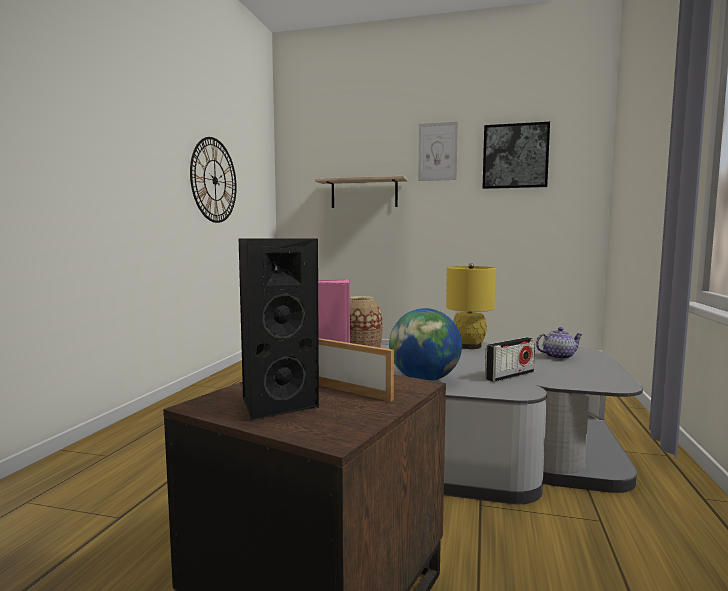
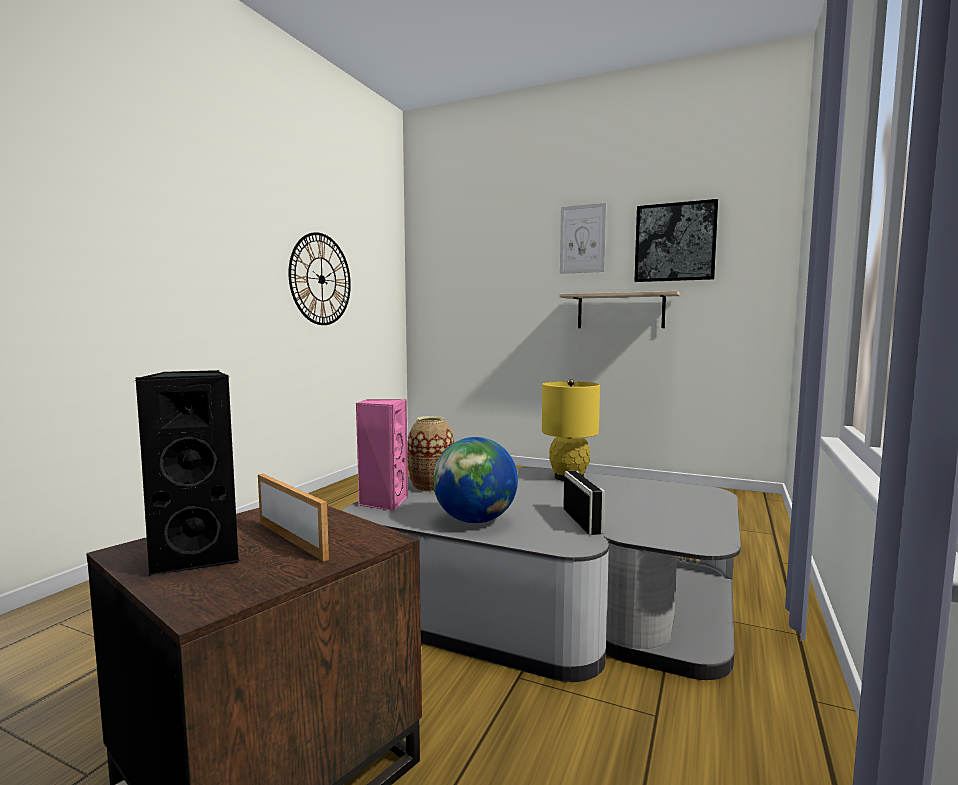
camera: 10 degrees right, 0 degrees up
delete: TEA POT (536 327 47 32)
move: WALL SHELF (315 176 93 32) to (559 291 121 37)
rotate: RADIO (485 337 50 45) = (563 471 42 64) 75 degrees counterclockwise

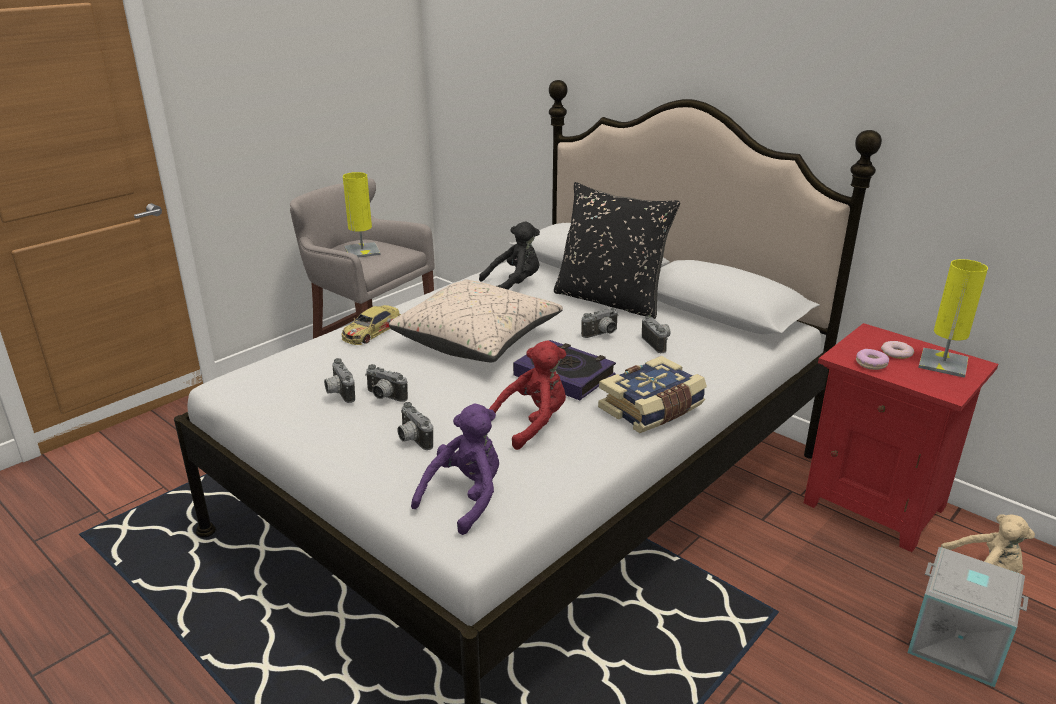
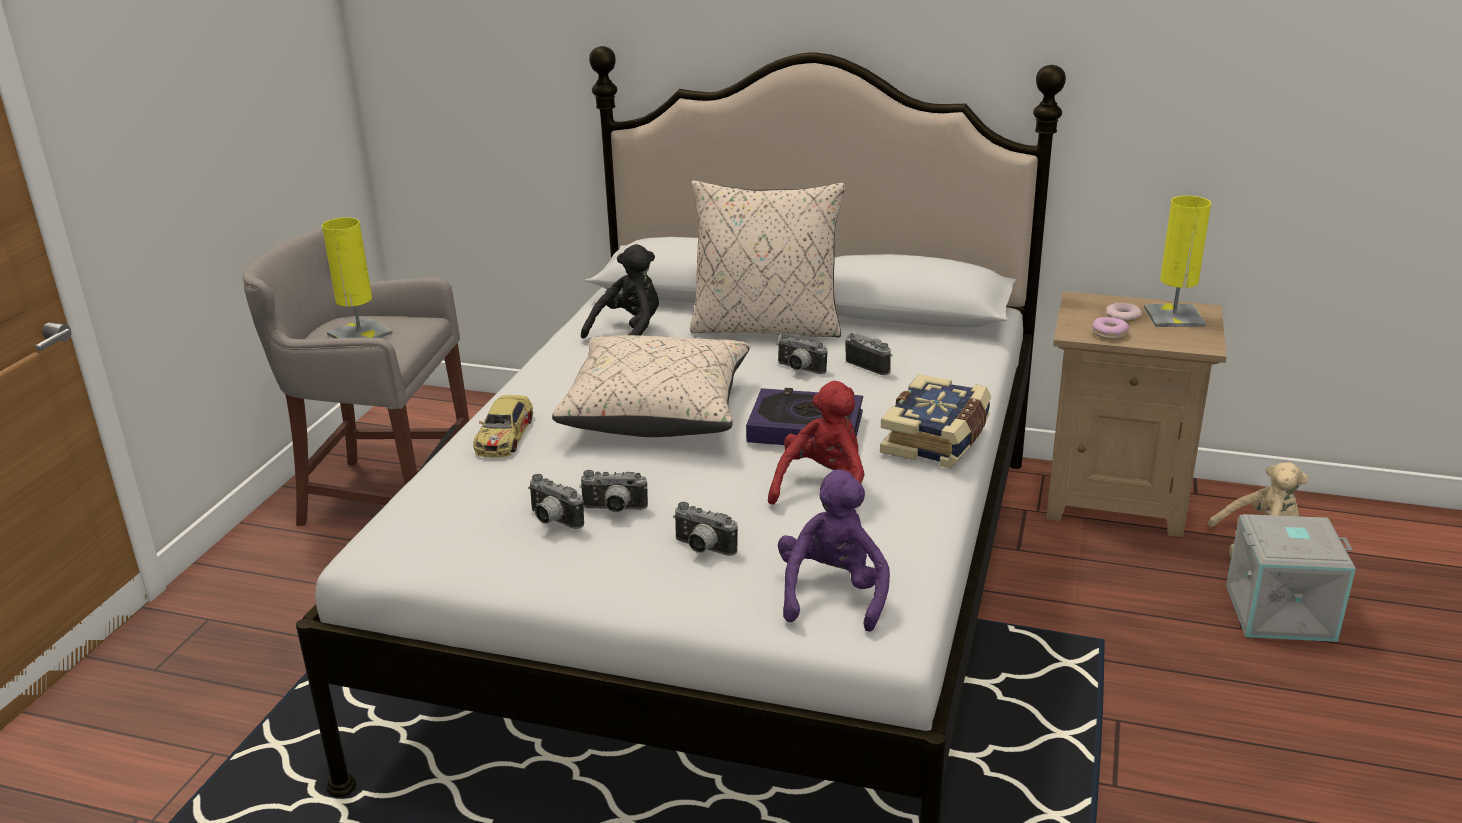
camera: 25 degrees left, 0 degrees up
recolor: BLACK CUSHION (554 182 126 137) to BEIGE-COLOURED CUSHION (690 180 155 157); REDDISH NIGHTSTAND (804 323 194 229) to BEIGE-COLOURED NIGHTSTAND (1046 292 180 245)
rotate: PHOTO CAMERA (581 307 38 31) = (777 333 51 41) 90 degrees clockwise

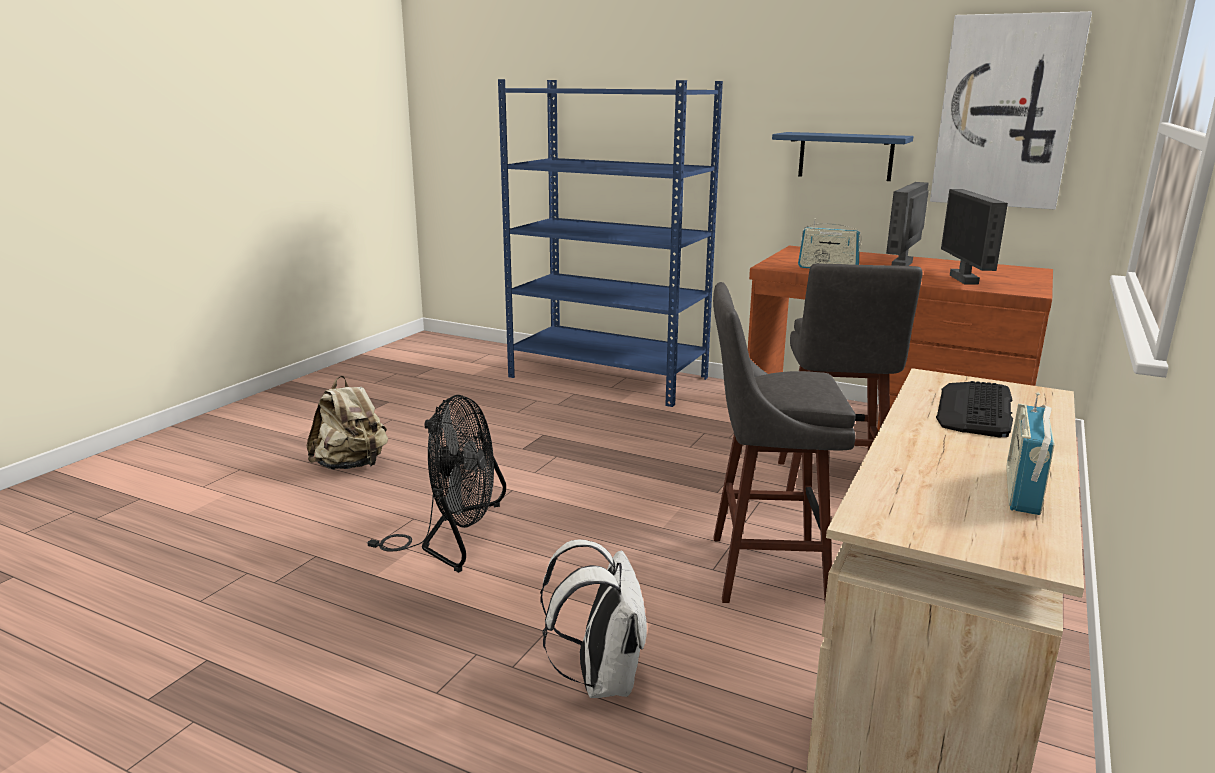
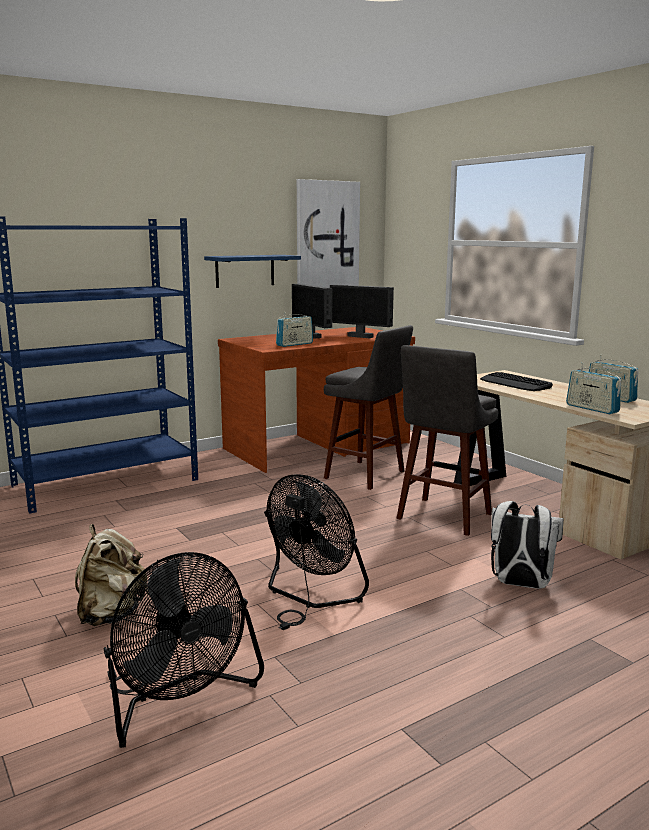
camera: 60 degrees left, 5 degrees down
insert: RADIO (566 363 55 51); BLACK COOLING FAN (104 552 160 196)

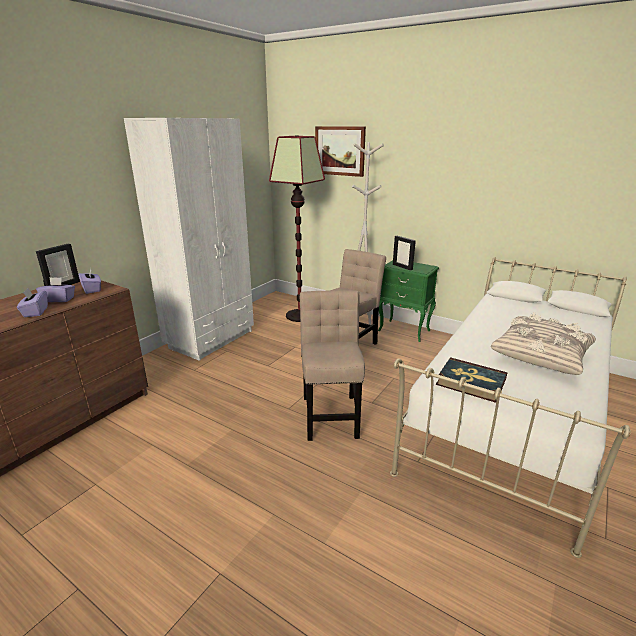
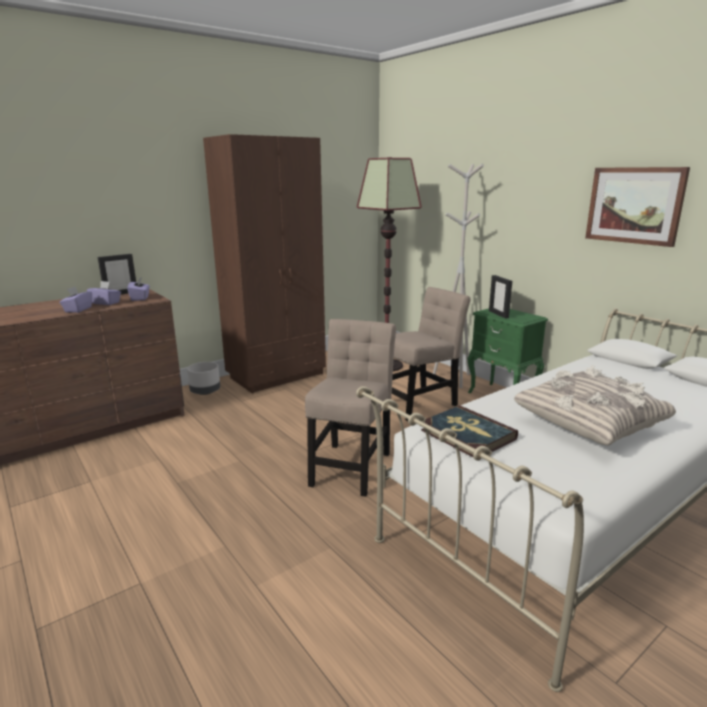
camera: 20 degrees right, 5 degrees down
insert: GRAY PLANT POT (187 362 33 33)
move: WALL ART (315 126 51 51) to (585 167 105 80)
recolor: WHITE CLOTHES CUPBOARD (124 118 130 243) to BROWN CLOTHES CUPBOARD (203 134 123 259)

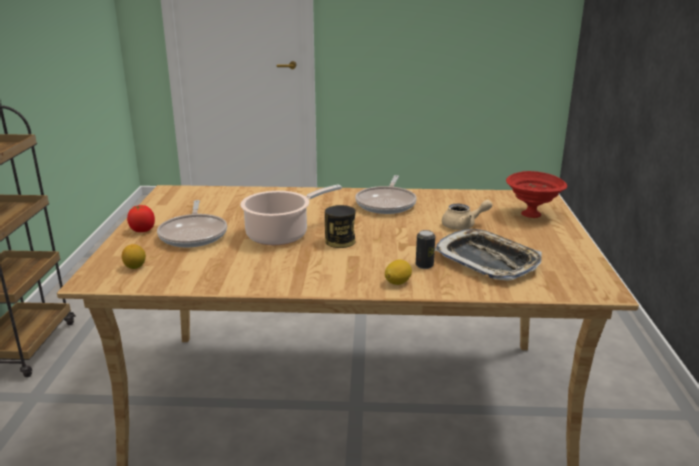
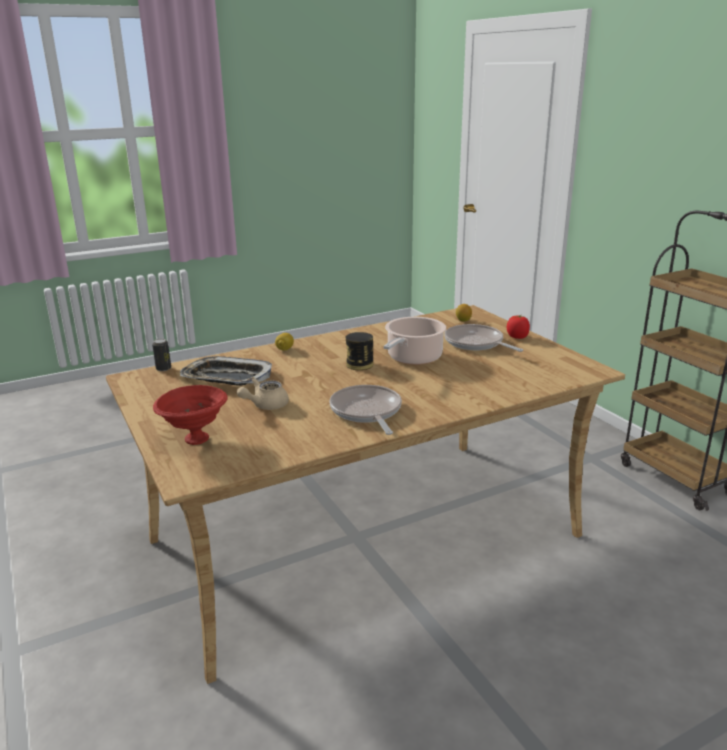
camera: 150 degrees right, 0 degrees up
move: SEALED CAN (416 230 19 39) to (152 339 19 32)

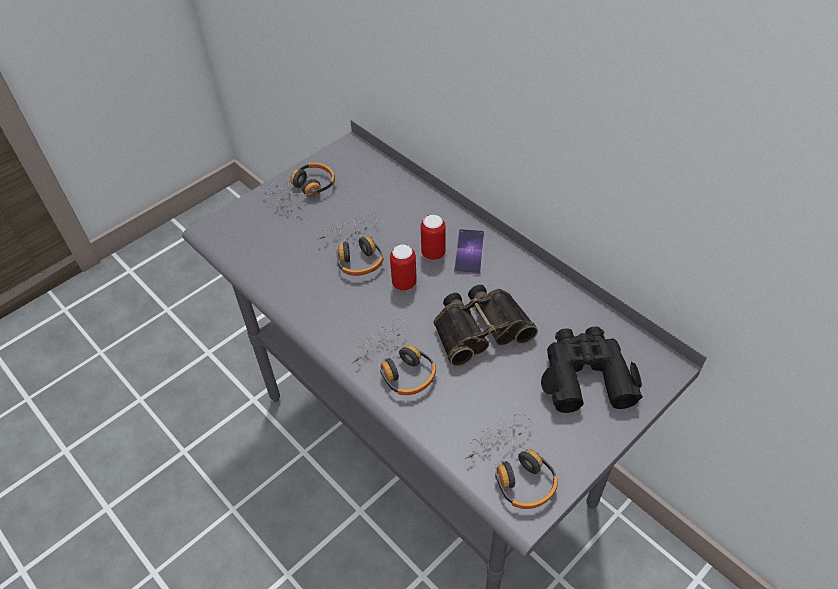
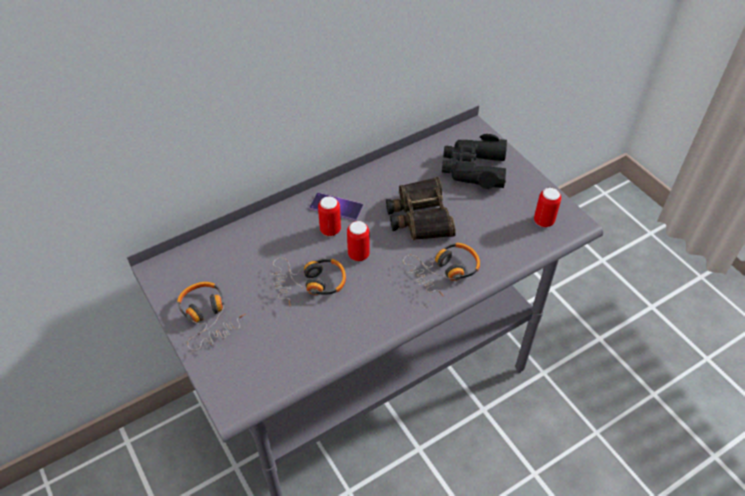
camera: 80 degrees left, 0 degrees up
replace: PAIR OF HEADPHONES (465 413 93 96) to SEALED CAN (534 188 27 39)

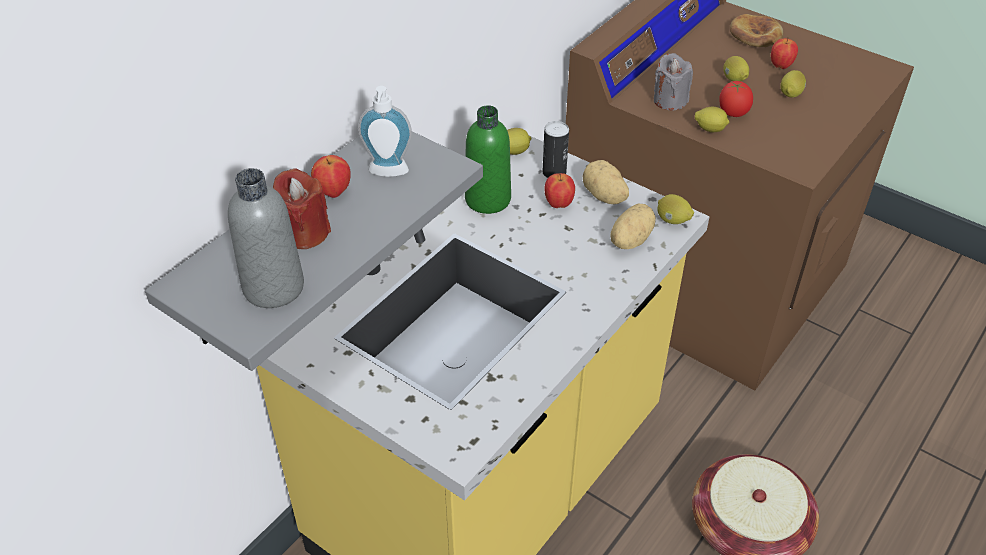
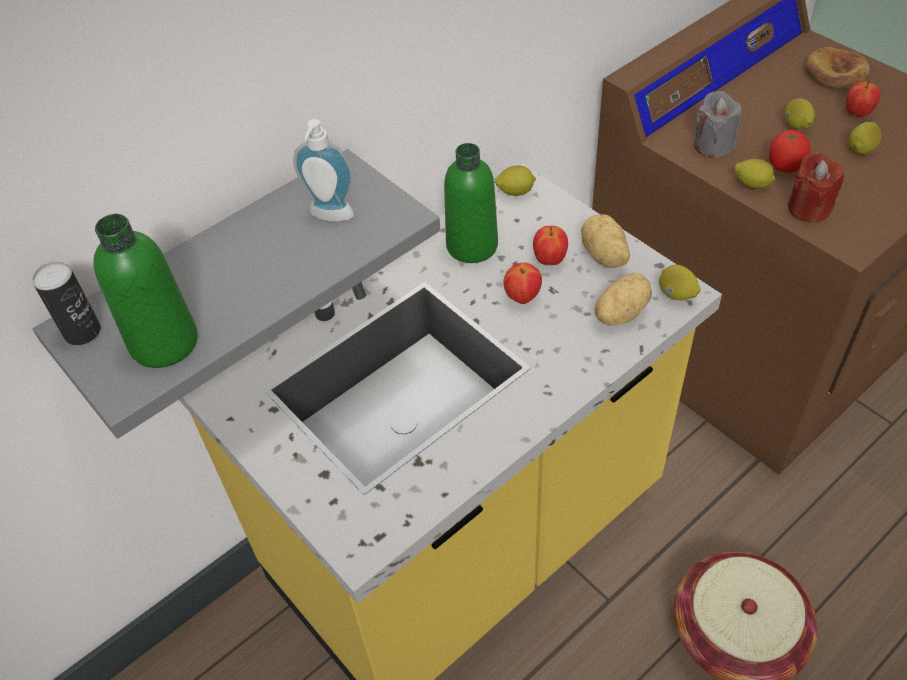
camera: 15 degrees right, 5 degrees up
move: SEALED CAN (542 121 27 57) to (32 261 69 84); APPLE (311 155 40 43) to (503 263 39 41); REDDISH CANDLE (273 168 58 81) to (788 152 56 71)
recolor: GRAY BEVERAGE BOTTLE (228 168 76 140) to GREEN-COLOURED BEVERAGE BOTTLE (94 214 104 154)

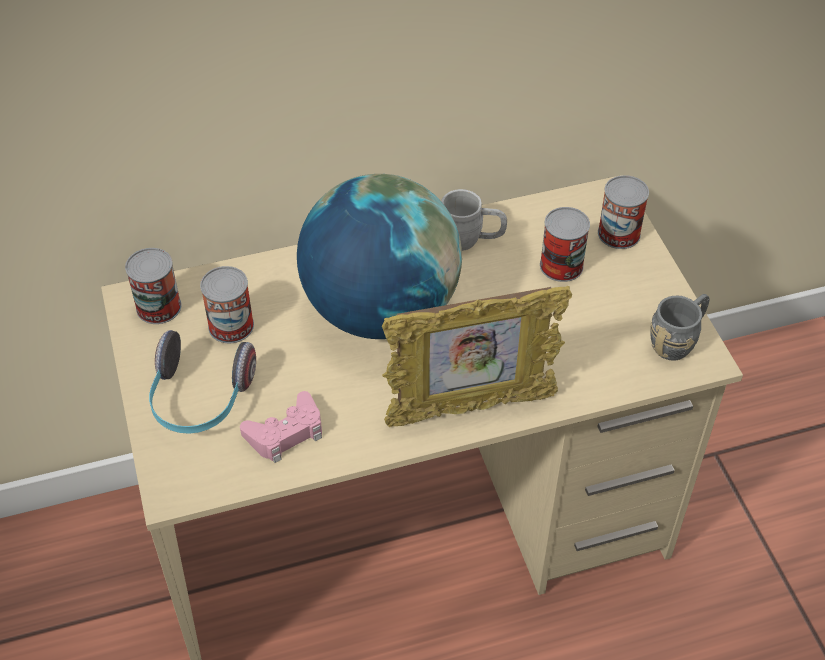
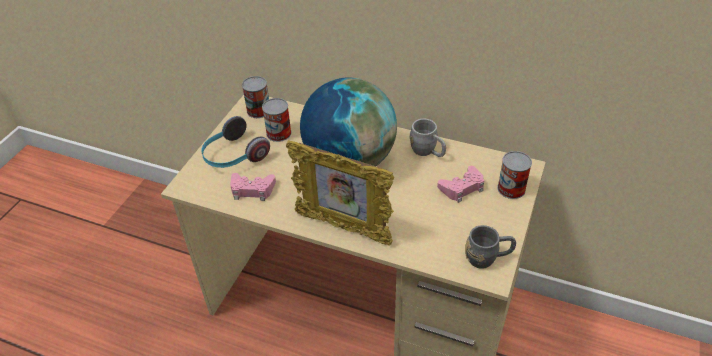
camera: 40 degrees right, 5 degrees down
replace: SEALED CAN (540 207 50 75) to PINKISH GAME CONTROLLER (437 166 47 37)

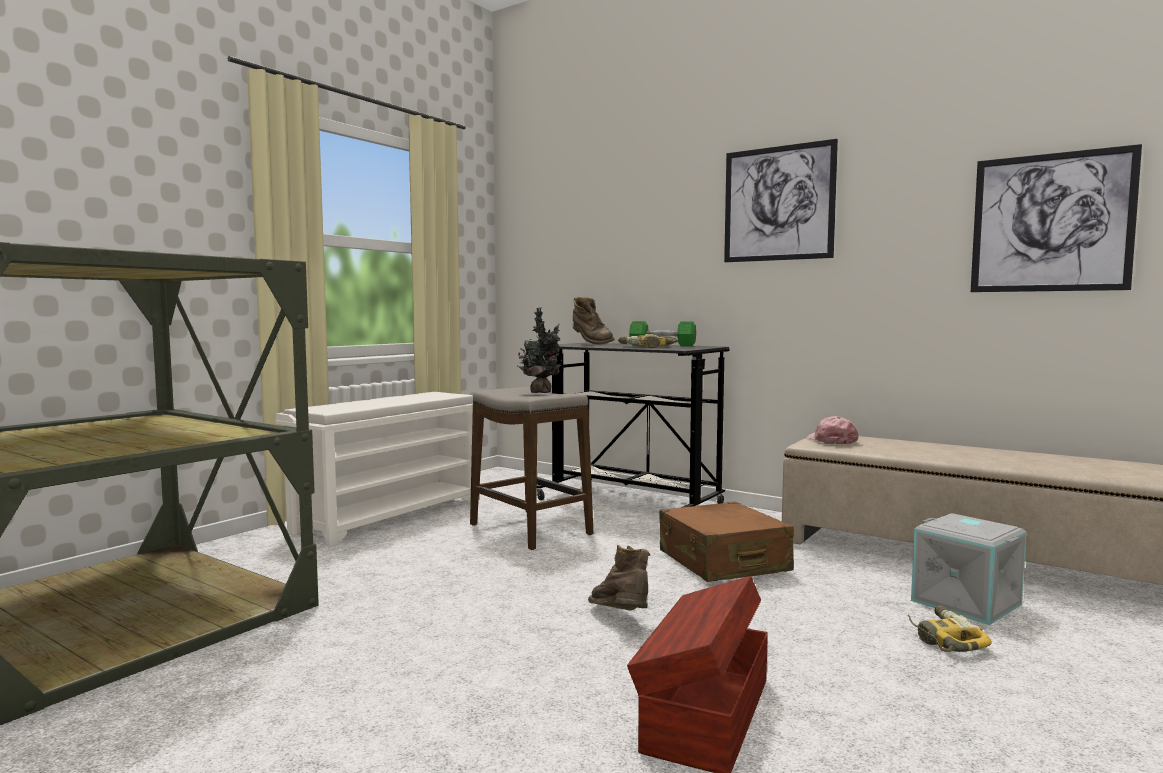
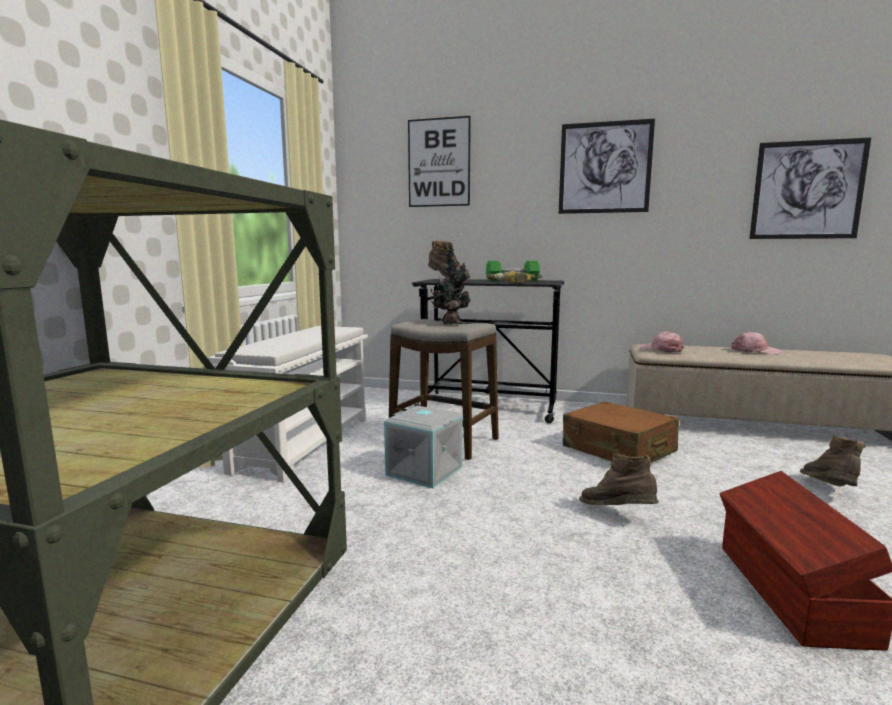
camera: 20 degrees left, 5 degrees up
insert: WALL ART (408 116 63 91); PINKISH BASEBALL CAP (731 331 51 24)
move: GRAY STORAGE BOX (911 513 115 112) to (384 405 79 83)
replace: POWER DRILL (908 605 84 47) to BROWN BOOT (800 435 65 51)

